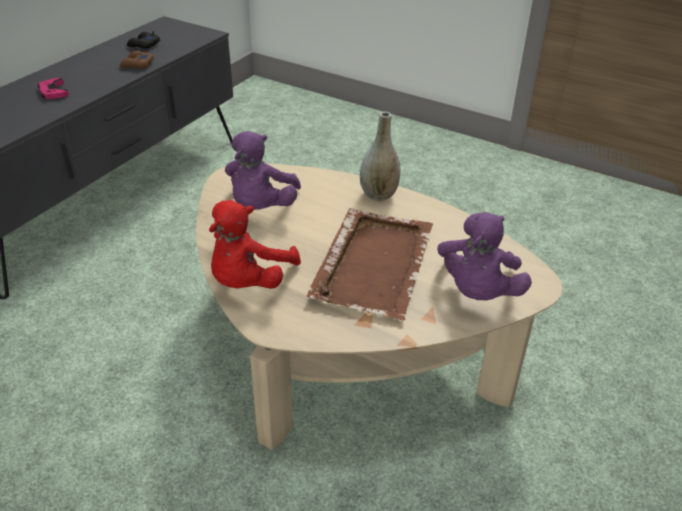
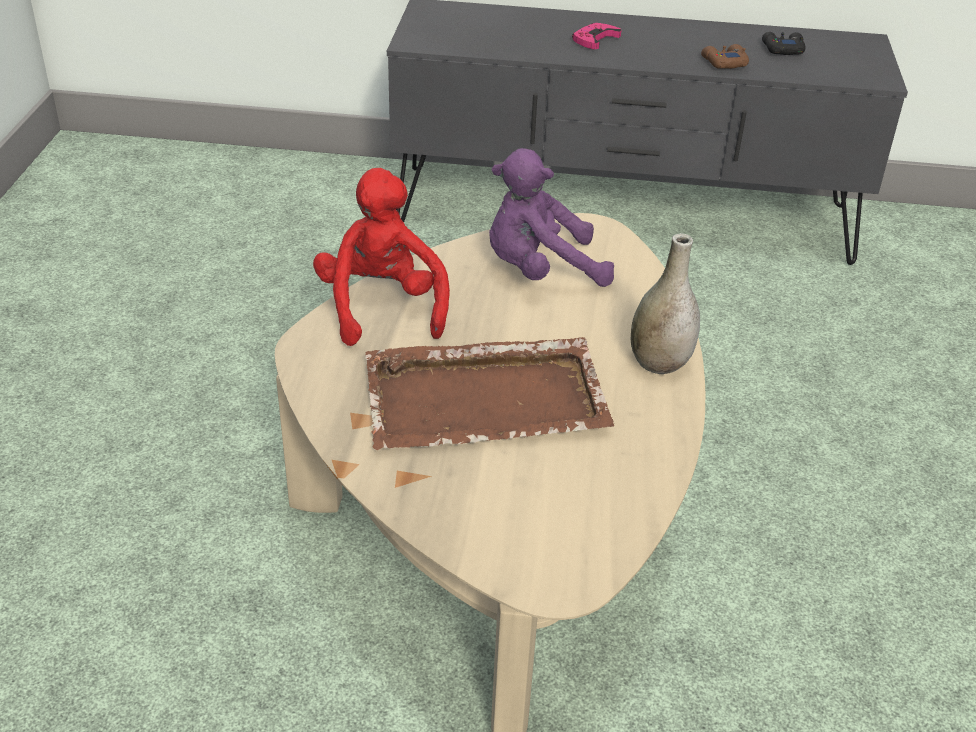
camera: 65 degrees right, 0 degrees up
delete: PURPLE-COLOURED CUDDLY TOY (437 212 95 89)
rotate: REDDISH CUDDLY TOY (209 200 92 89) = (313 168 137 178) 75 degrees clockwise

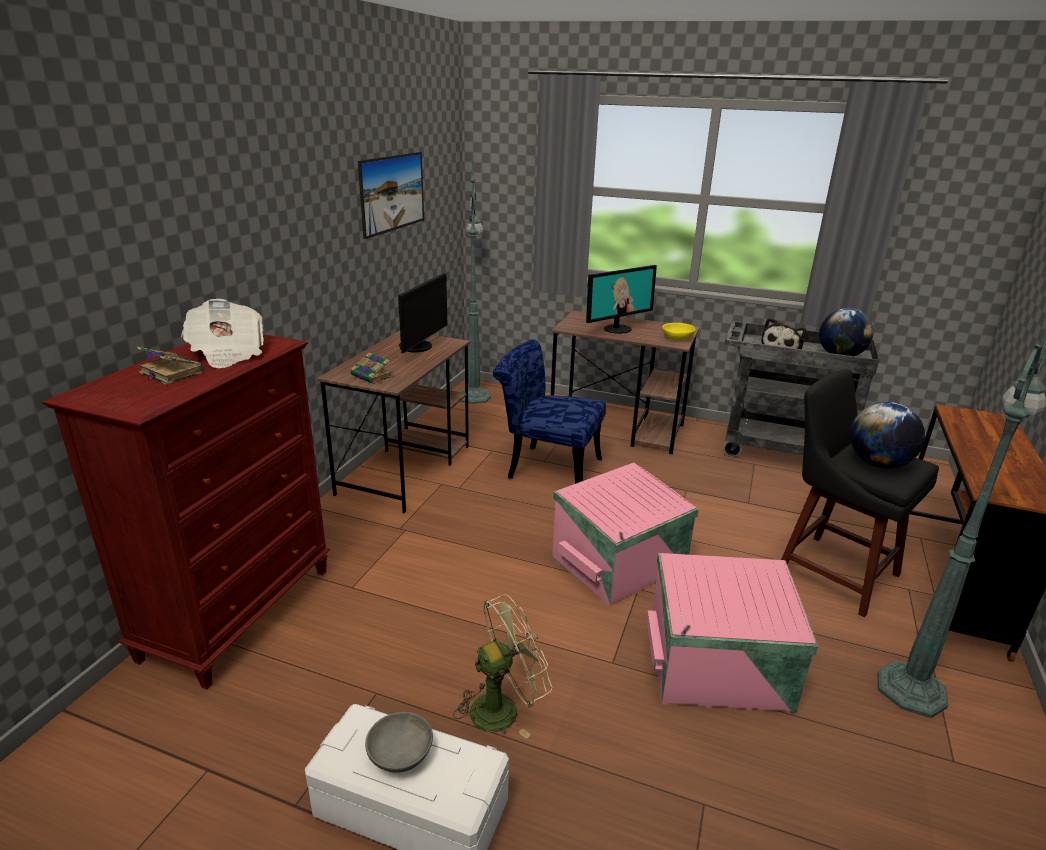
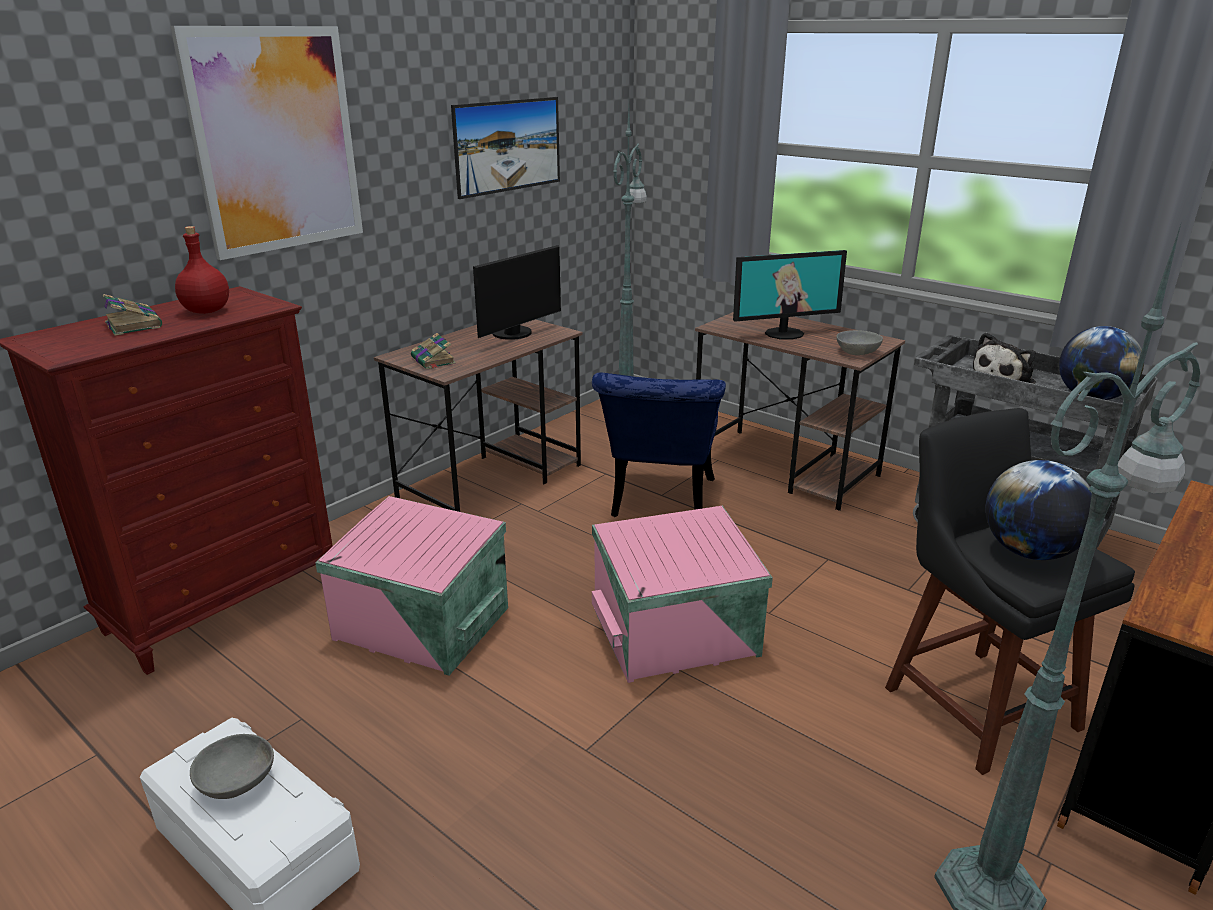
camera: 20 degrees right, 0 degrees up
delete: GREEN-COLOURED COOLING FAN (453 594 99 145)
insert: WALL ART (171 26 192 234)
move: PINKISH STORAGE BOX (646 553 172 161) to (315 496 193 180)
replace: NEWSPAPER (181 299 83 69) to REDDISH BEVERAGE BOTTLE (175 226 54 88)
recolor: YELLOWISH BOWL (662 323 34 18) to GRAY BOWL (836 330 47 25)
rotate: BLUISH UPRIGHT CHAIR (493 339 113 145) = (592 373 134 144) 120 degrees counterclockwise

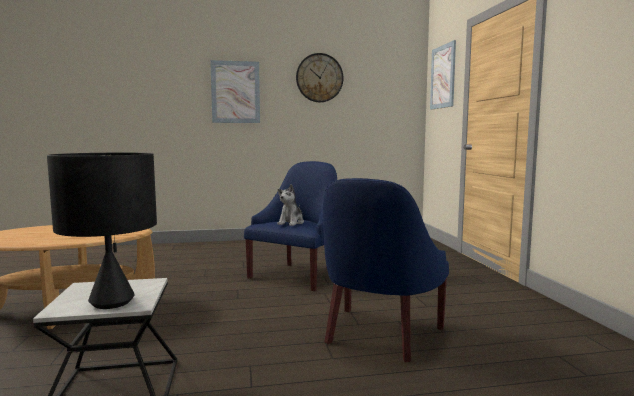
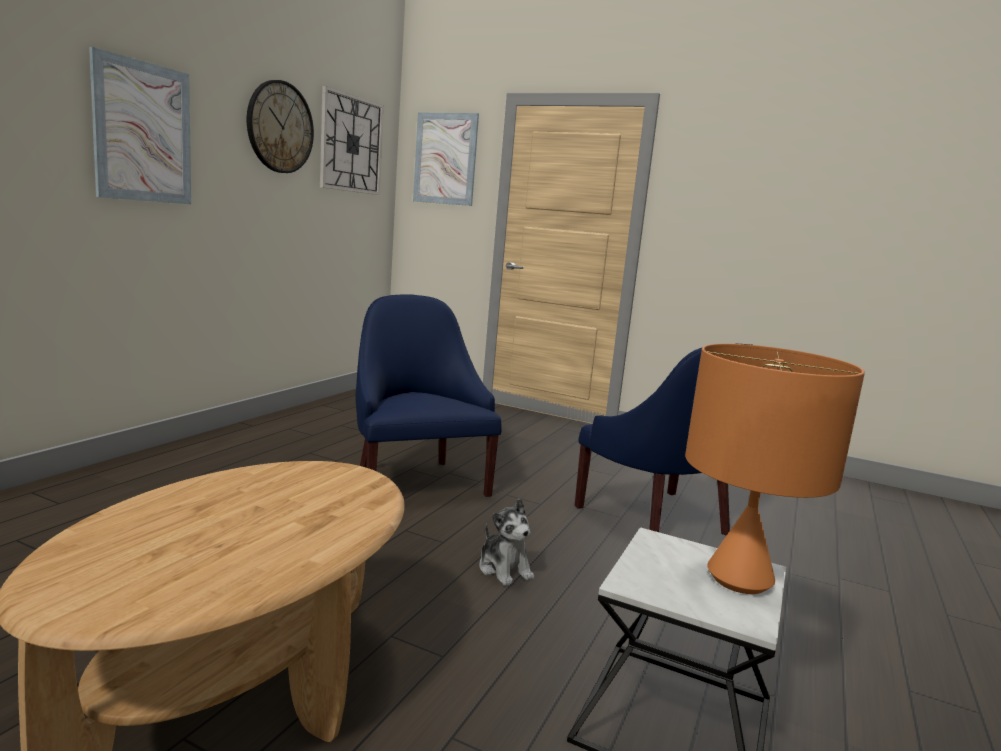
camera: 55 degrees left, 5 degrees up
insert: WALL CLOCK (320 86 64 109)
move: CUDDLY TOY (277 184 27 42) to (479 498 55 88)
recolor: BLACK LAMP FOR A TABLE (47 153 110 156) to ORANGEY LAMP FOR A TABLE (685 344 180 250)

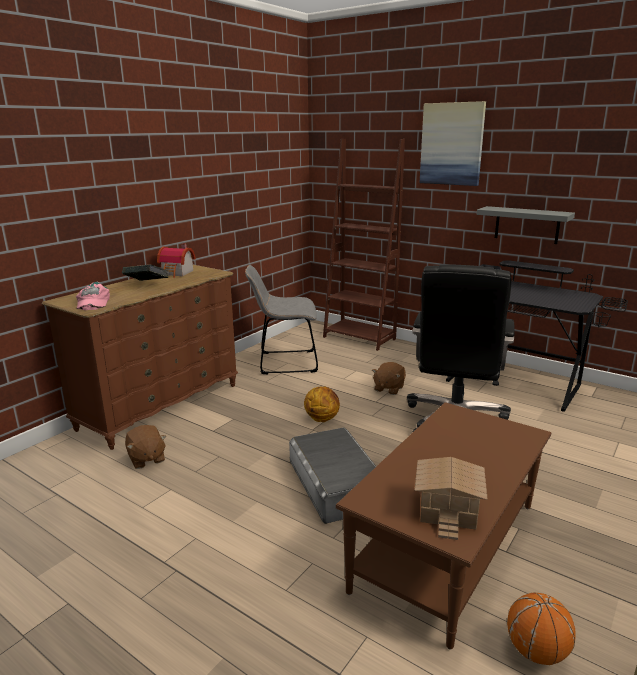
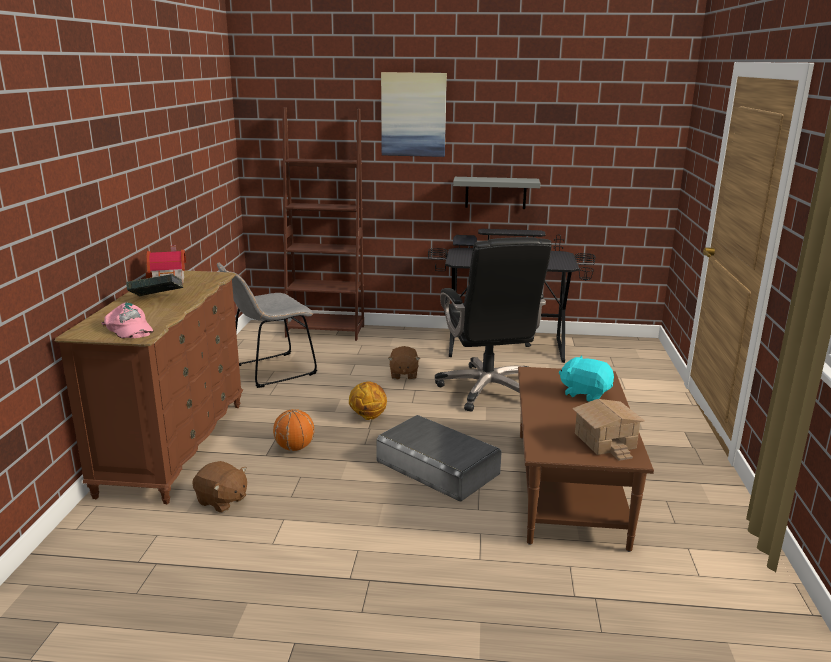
camera: 30 degrees left, 0 degrees up
insert: TURQUOISE-COLOURED CUDDLY TOY (559 355 55 47)
move: BASKETBALL (507 593 69 72) to (273 409 41 42)

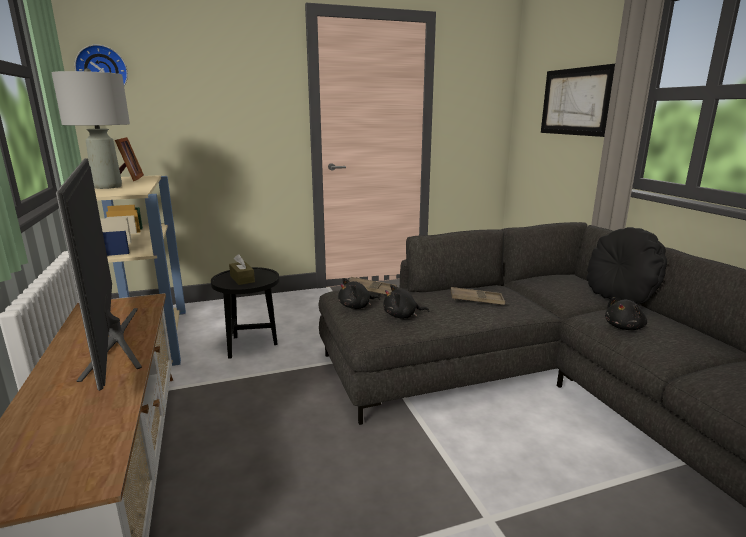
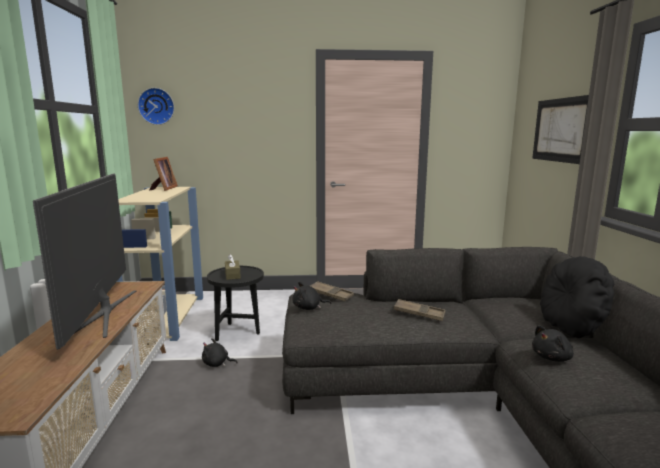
camera: 15 degrees right, 5 degrees down
delete: GRAY LAMP FOR A TABLE (51 68 79 121)
move: BLACK CUDDLY TOY (383 285 46 34) to (202 338 36 29)

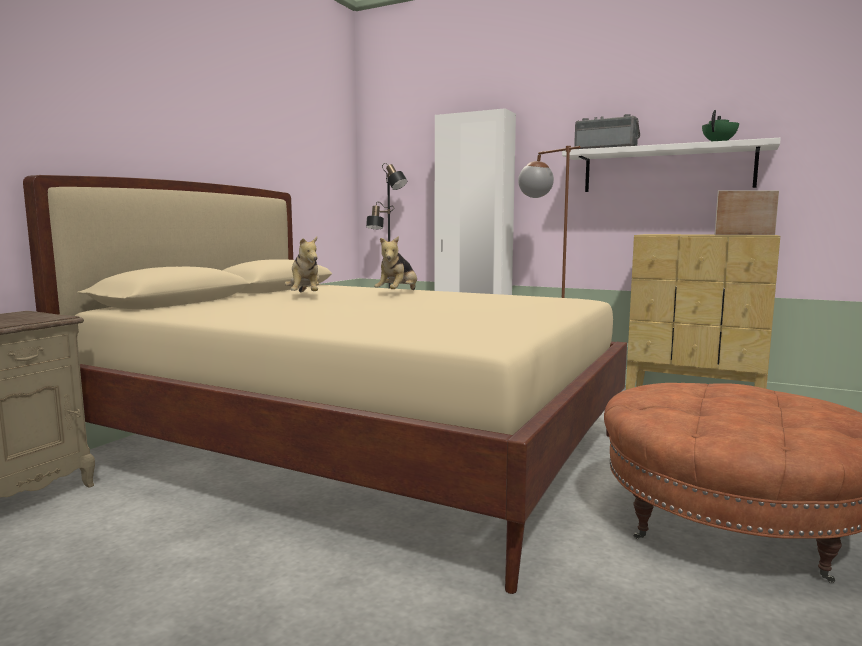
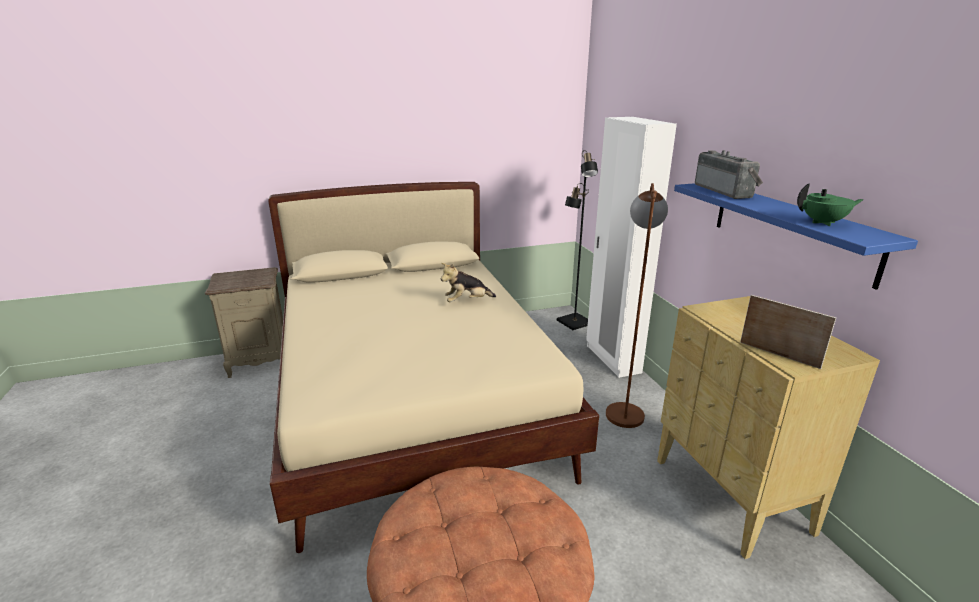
camera: 45 degrees right, 15 degrees up
delete: CUDDLY TOY (285 237 34 55)
recolor: WHITE WALL SHELF (562 138 219 54) to BLUISH WALL SHELF (674 183 244 107)

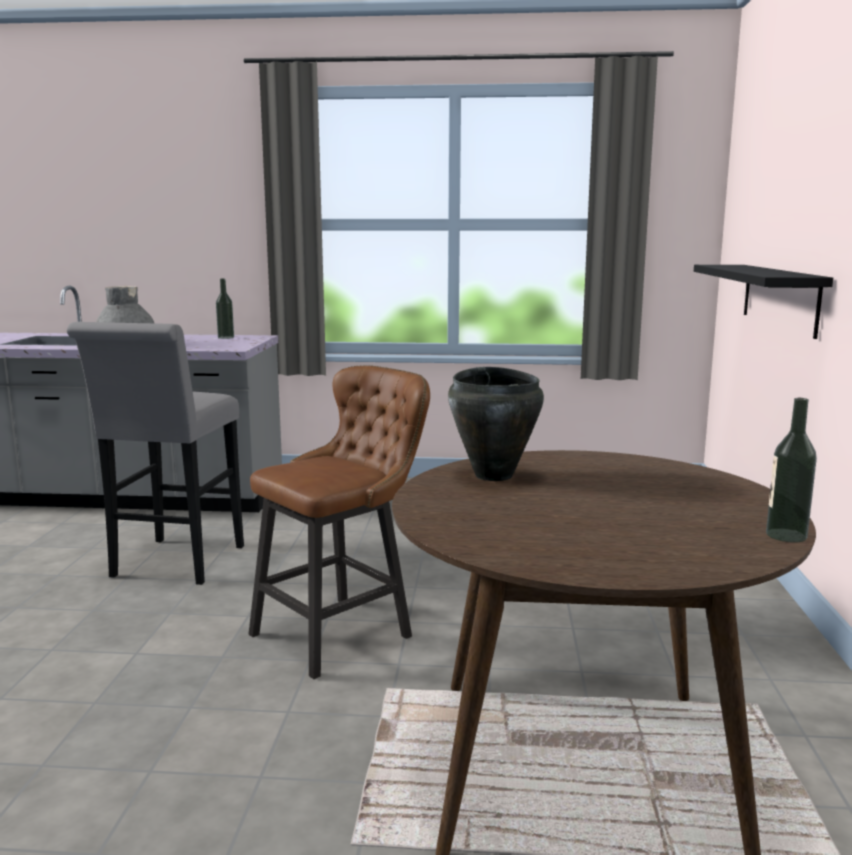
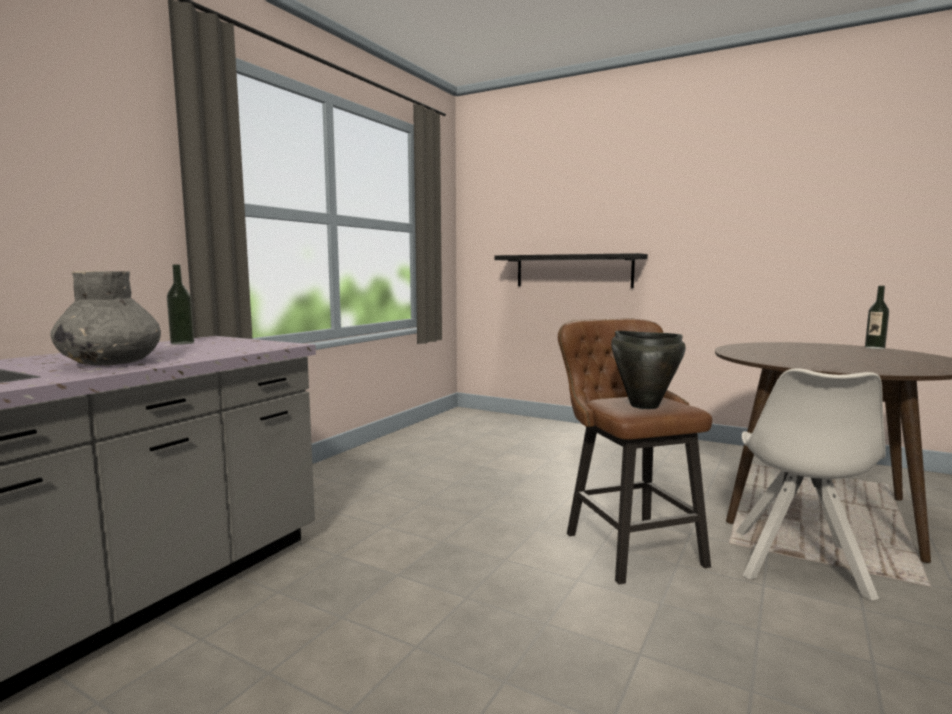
camera: 65 degrees left, 5 degrees down
delete: GRAY STOOL (67 322 177 263)
insert: WHITE UPRIGHT CHAIR (736 368 150 233)
move: BLACK SAUCEPOT (448 367 96 114) to (611 331 75 78)

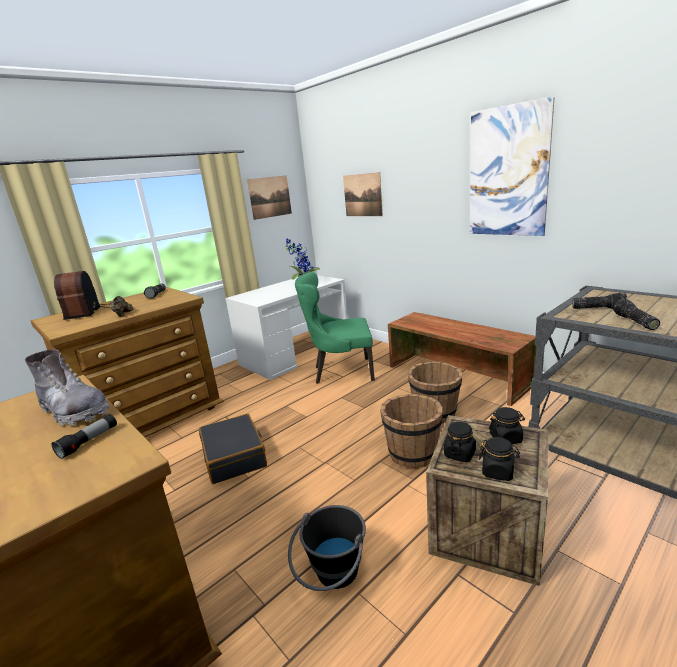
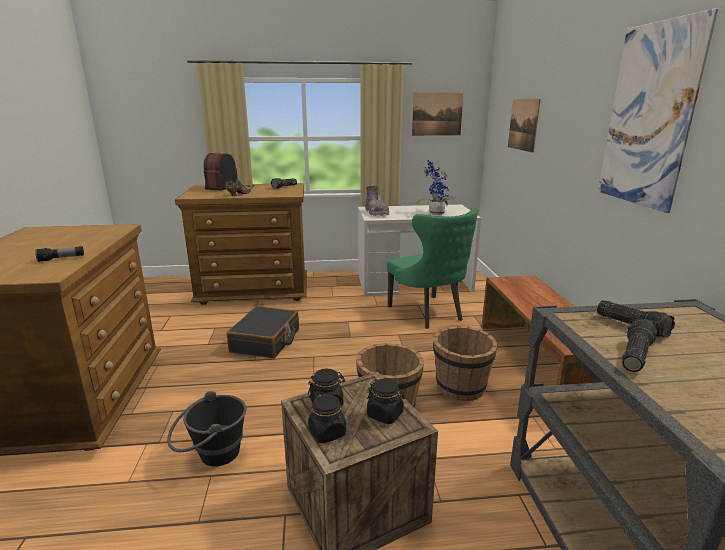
camera: 35 degrees right, 0 degrees up
move: GRAY BOOT (25 349 85 77) to (365 186 24 30)
rotate: GREEN-COLOURED UPRIGHT CHAIR (295 272 80 112) = (387 207 91 122) 150 degrees counterclockwise

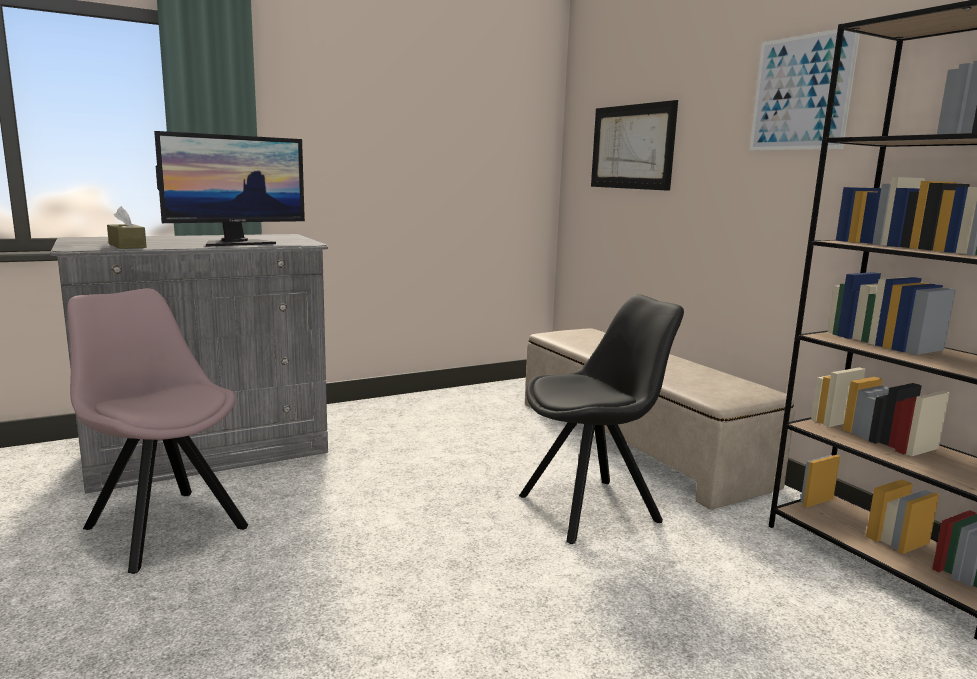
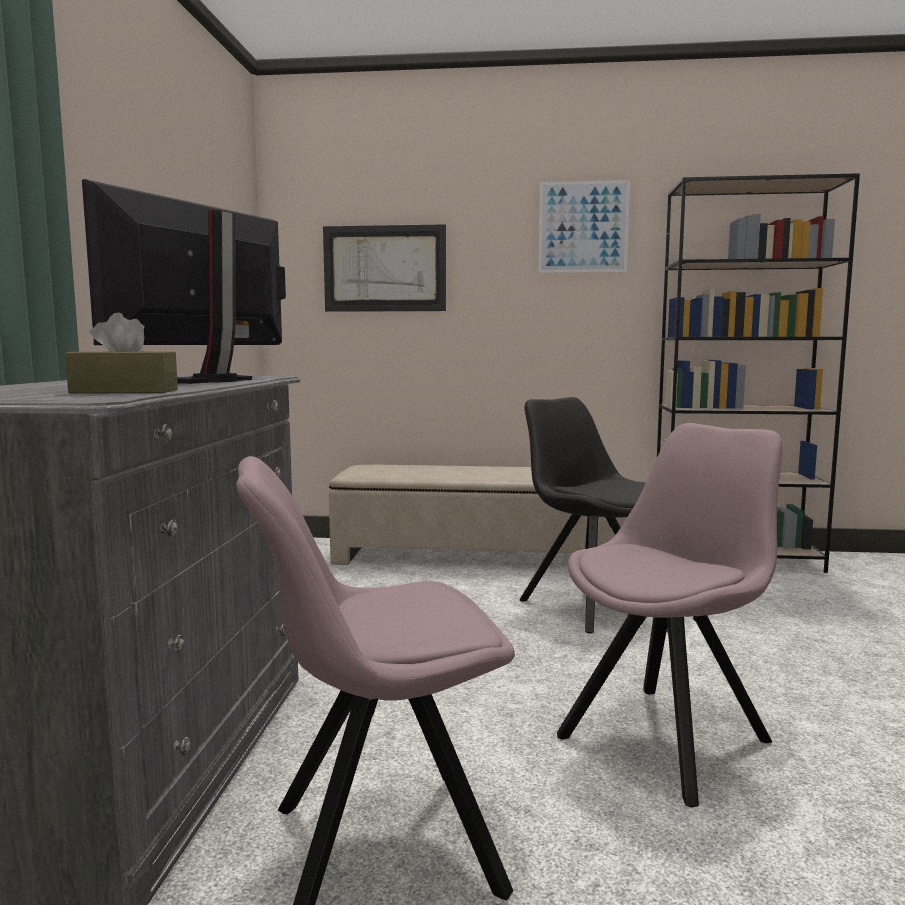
camera: 55 degrees left, 5 degrees down
insert: PINKISH UPRIGHT CHAIR (557 423 226 384)
rotate: COMPUTER SCREEN (154 131 151 116) = (82 179 204 205) 150 degrees counterclockwise; BLACK UPRIGHT CHAIR (519 294 165 250) = (520 397 126 236) 45 degrees counterclockwise

